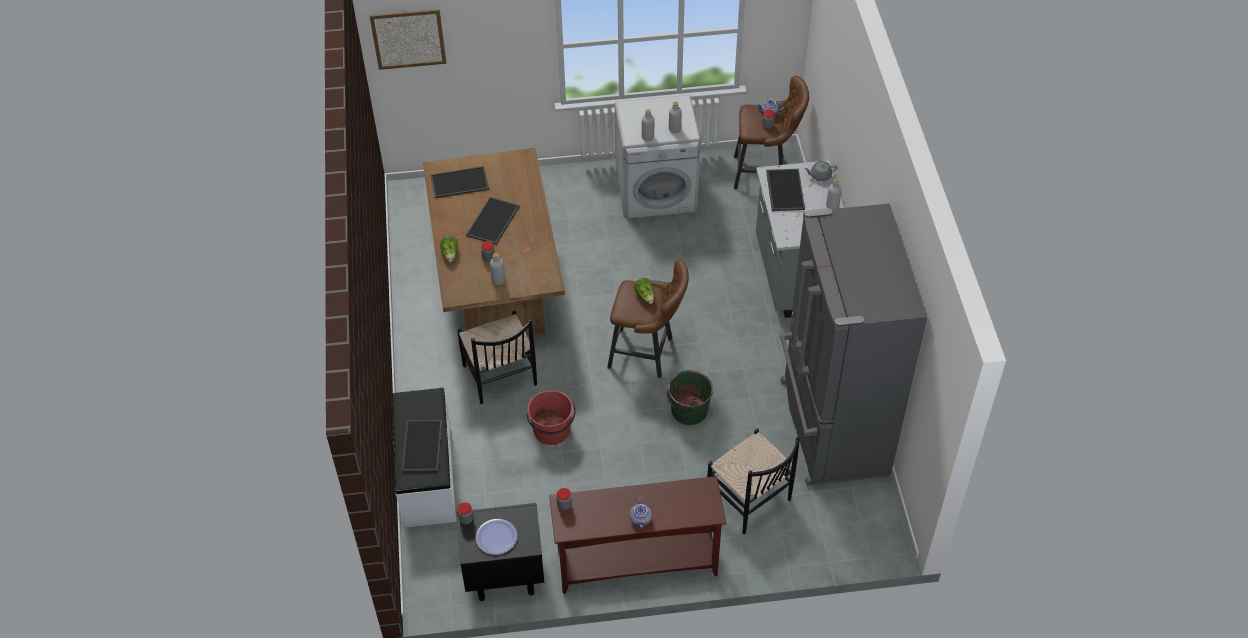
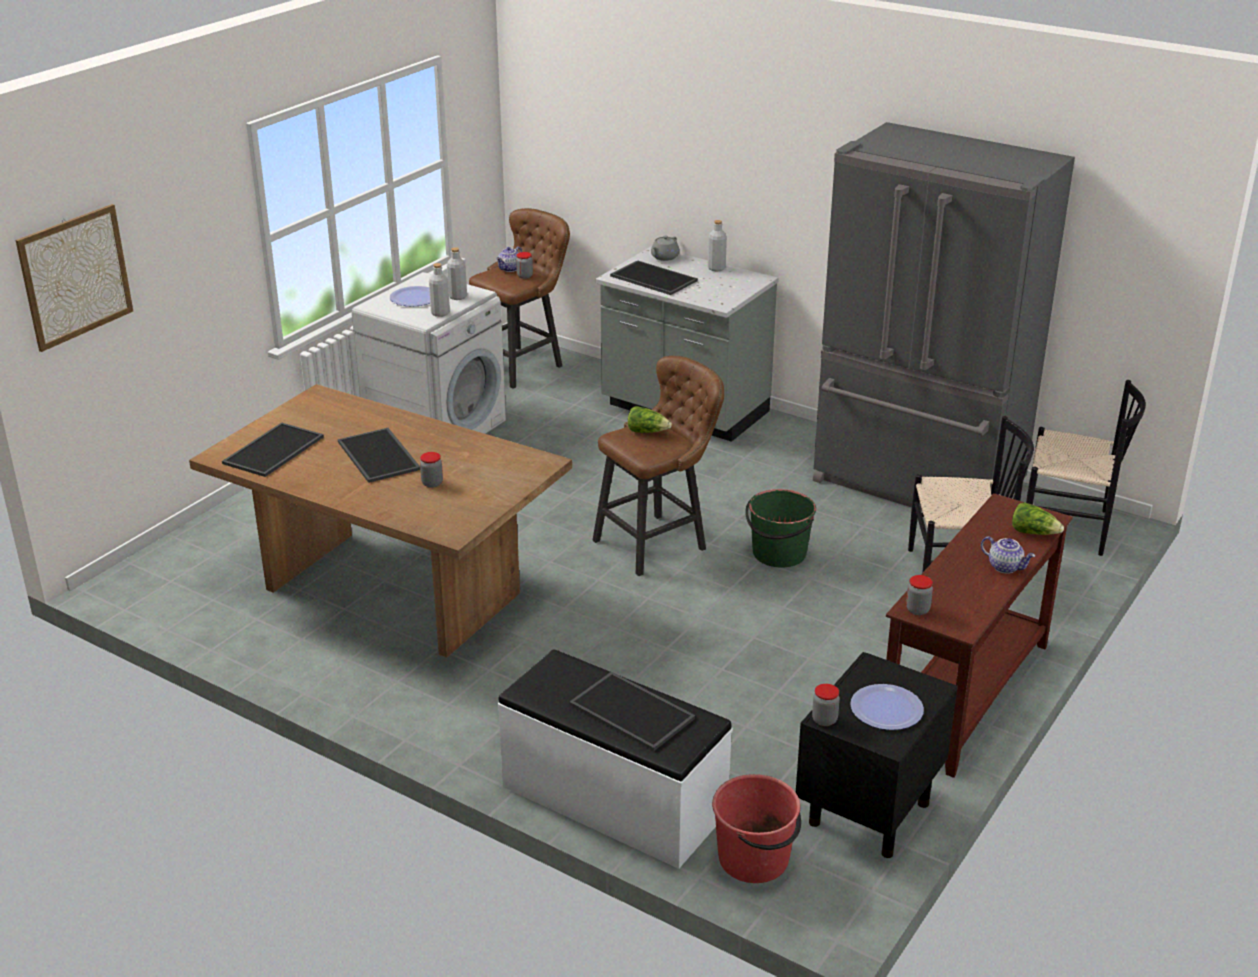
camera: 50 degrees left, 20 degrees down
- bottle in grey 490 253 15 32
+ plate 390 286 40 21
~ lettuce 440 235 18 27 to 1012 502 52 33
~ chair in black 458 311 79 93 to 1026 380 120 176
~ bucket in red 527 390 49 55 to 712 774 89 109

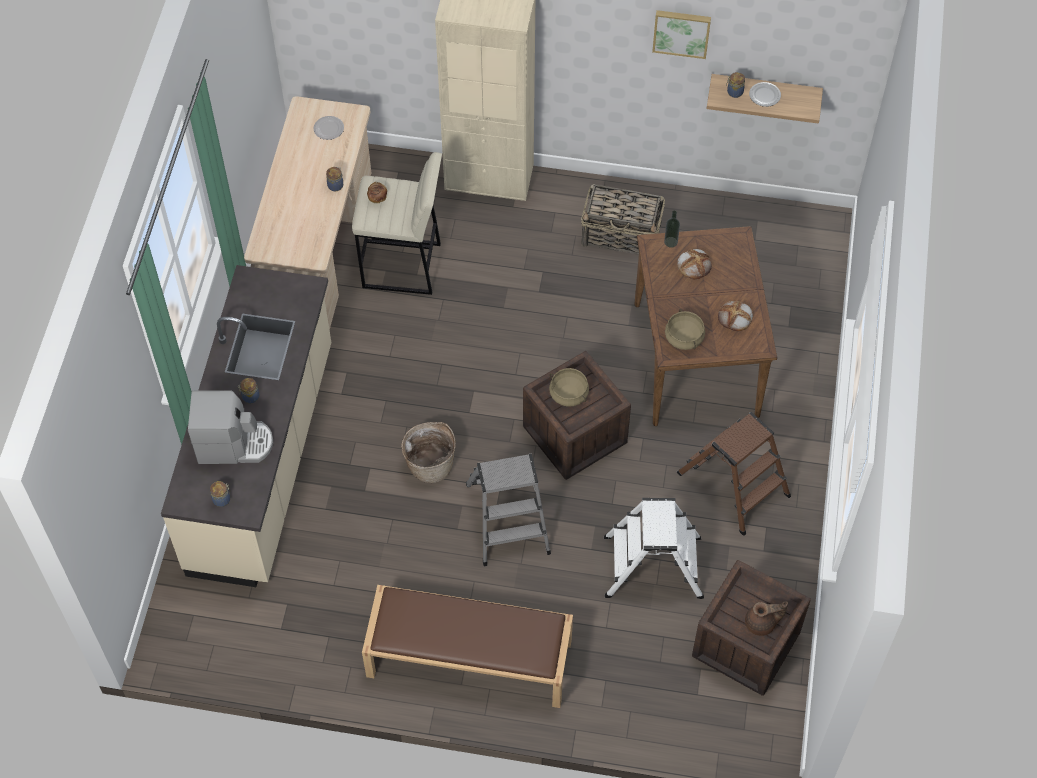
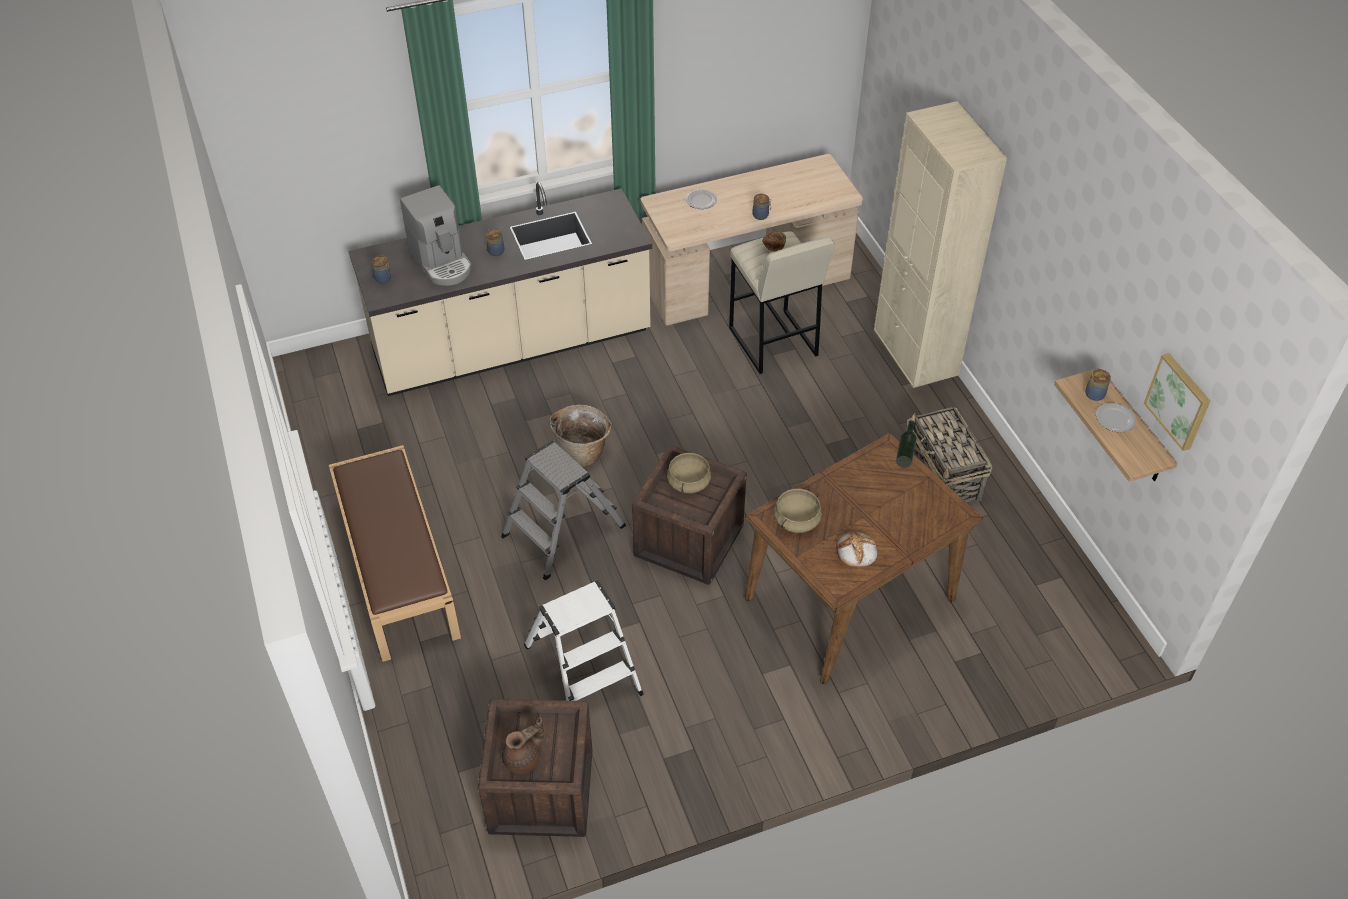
camera: 60 degrees right, 10 degrees down
- bread 677 249 35 31
- step ladder in brown 677 412 114 124
~ plate 314 116 30 24 to 686 189 31 20
~ picture 652 10 59 49 to 1144 353 66 98
~ teapot in brown 745 601 43 35 = 502 717 42 57 90 degrees counterclockwise

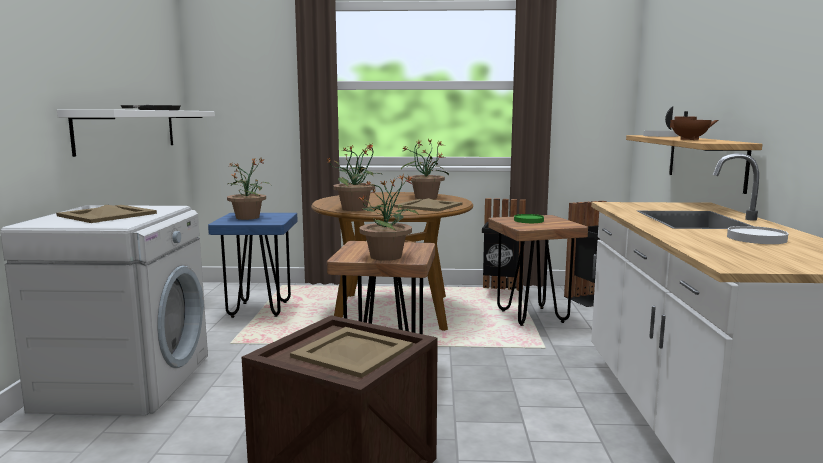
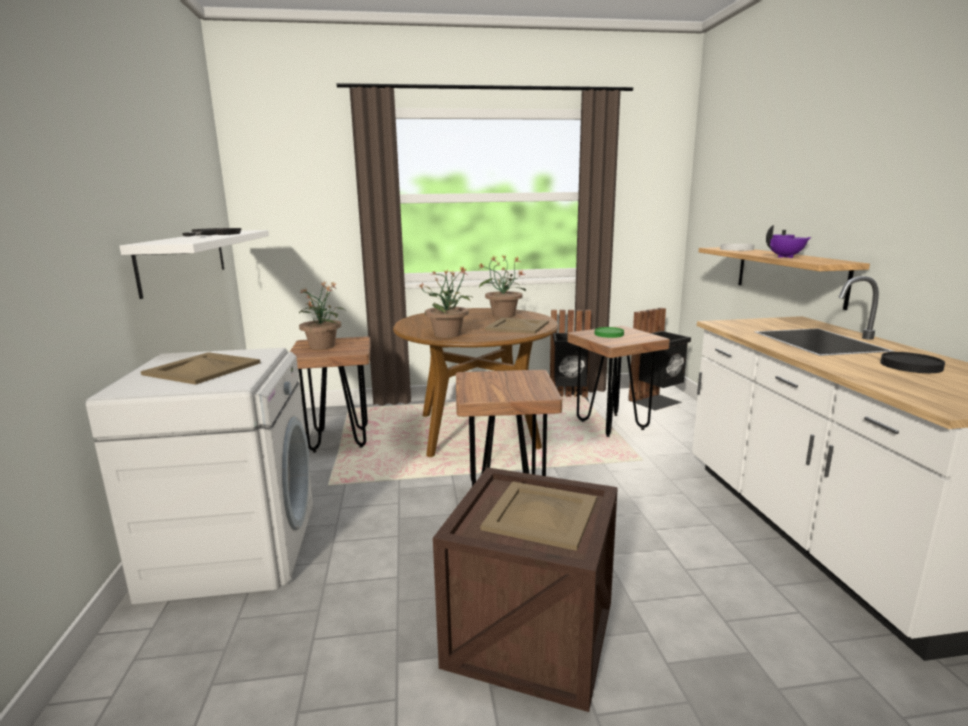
camera: 10 degrees left, 5 degrees up
- potted plant 360 174 59 87
~ stool in blue 208 213 90 105 to stool in brown 290 336 81 117
~ teapot in brown 665 106 54 34 to teapot in purple 766 225 45 33
~ plate in white 727 226 61 18 to plate in black 880 352 65 21

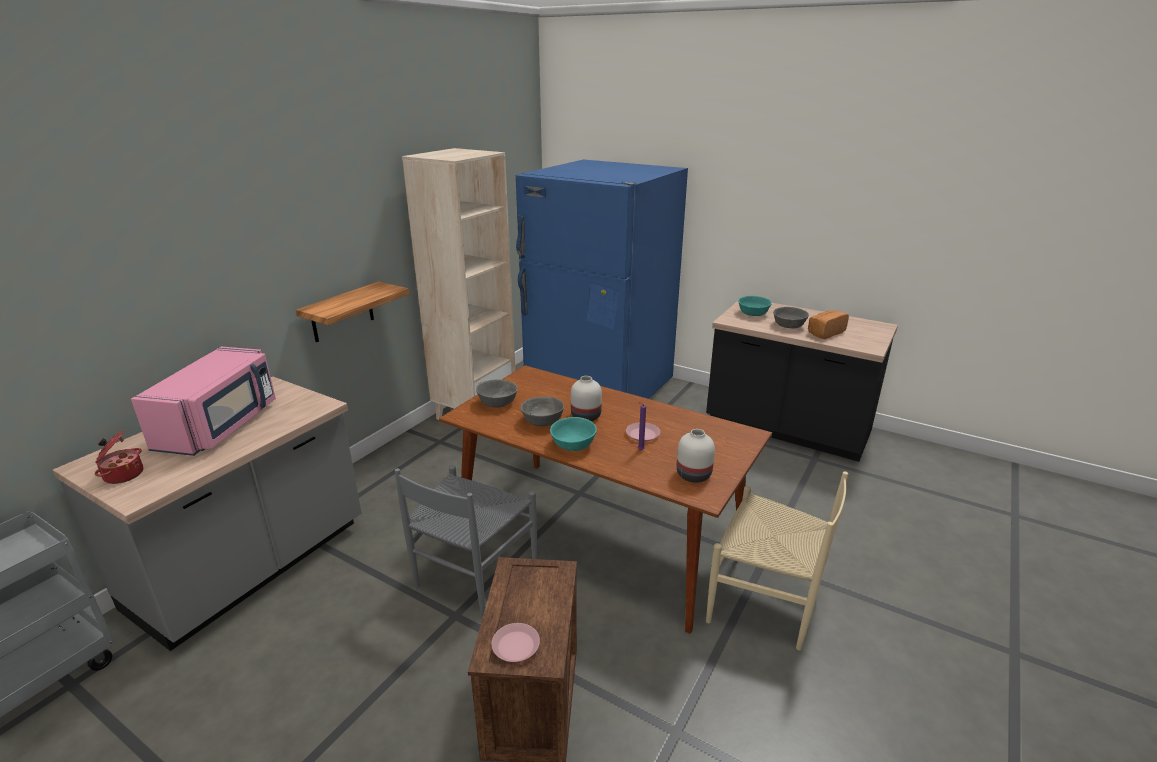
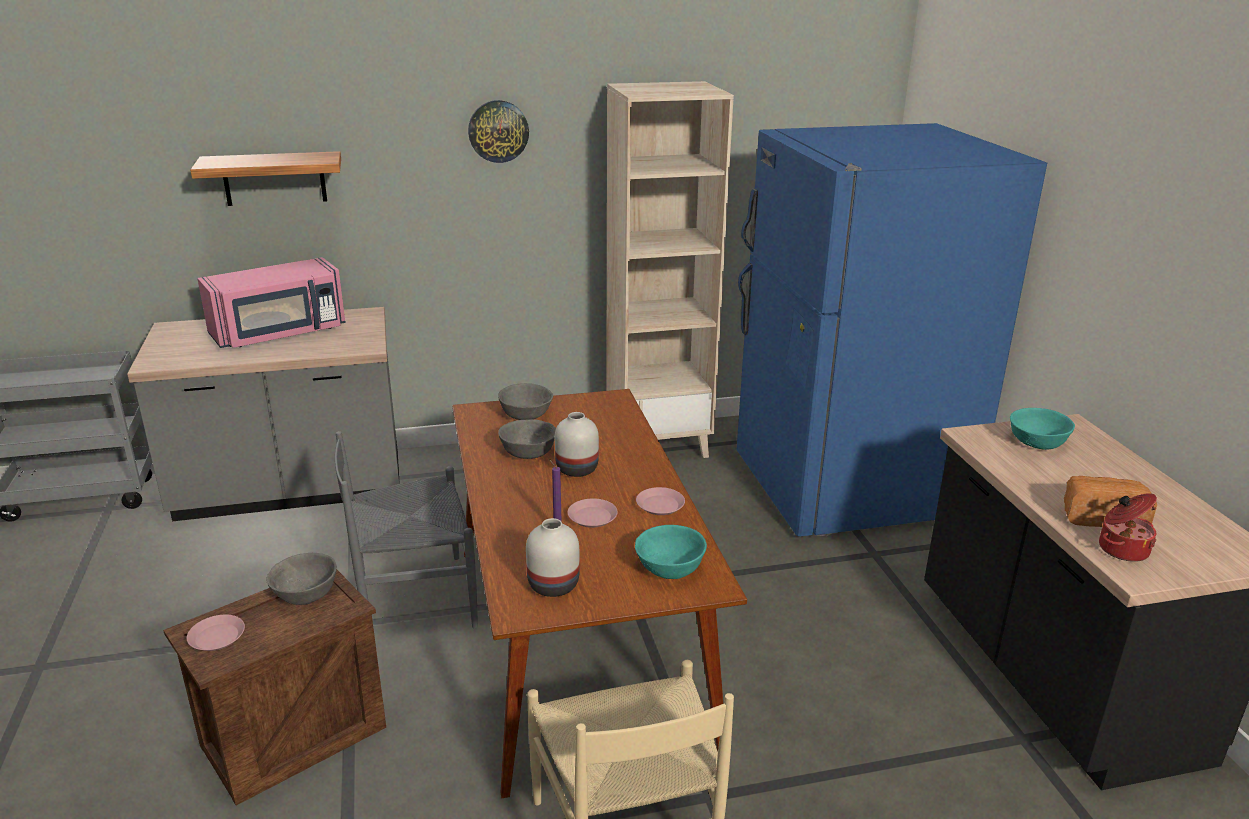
camera: 45 degrees right, 0 degrees up
+ wall clock 468 100 61 63
+ plate in pink 636 487 49 28
~ cooking pot 94 430 49 54 to 1099 493 58 69
~ shelf 296 281 113 61 to 190 151 151 55
~ bowl in turquoise 550 417 47 34 to 635 525 72 54
~ bowl in grey 773 307 36 21 to 266 553 71 52

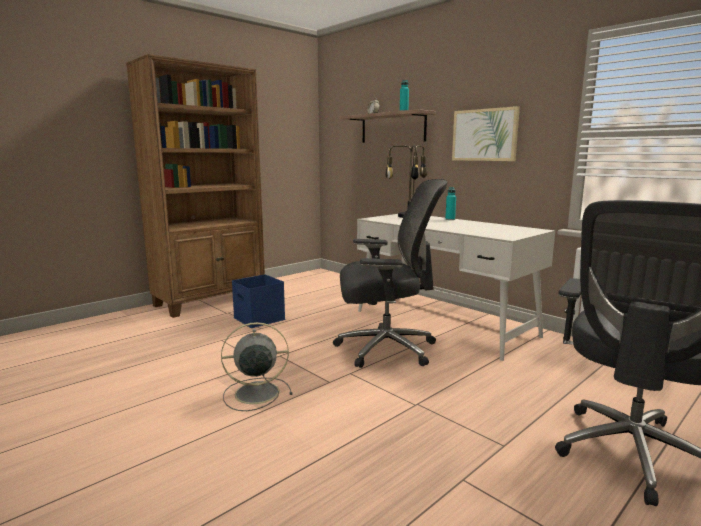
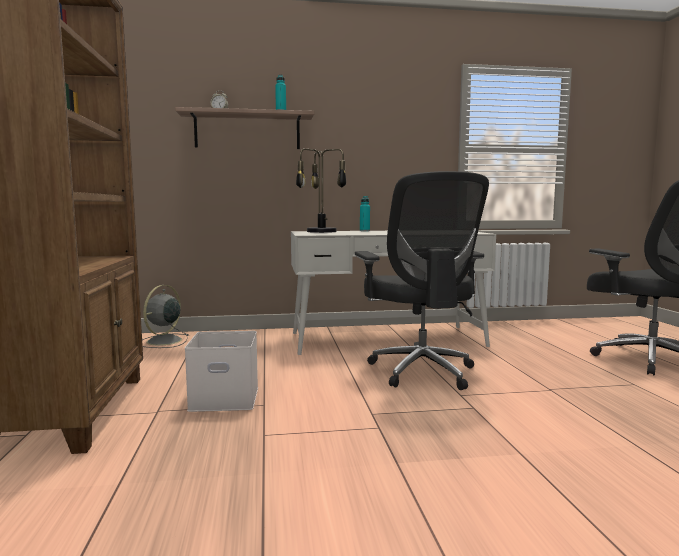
camera: 55 degrees left, 5 degrees down
- picture 452 106 68 55
~ fan in grey 221 322 72 89 to 142 285 47 63
~ storage box in blue 232 275 53 53 to storage box in white 185 331 73 81
~ office chair 333 179 114 189 = 355 171 134 219 135 degrees clockwise

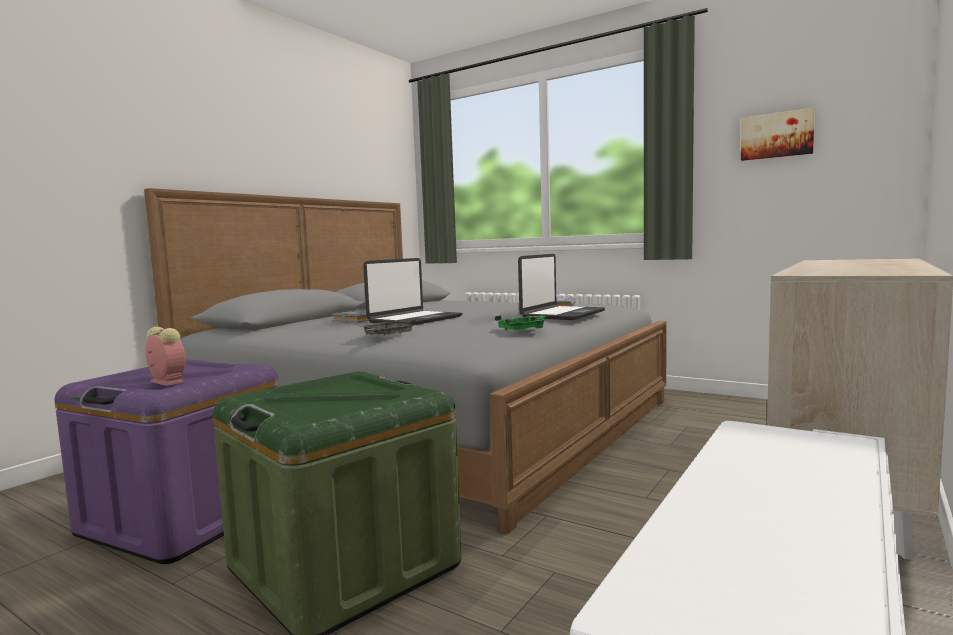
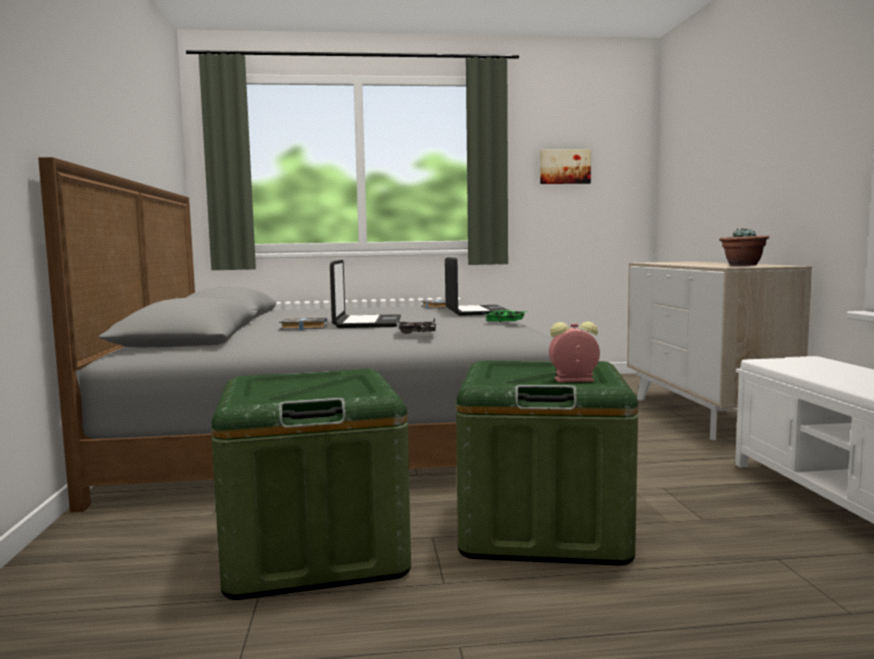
camera: 40 degrees left, 0 degrees up
+ potted plant 719 228 50 38
~ alarm clock 145 327 41 59 to 549 322 51 61
~ storage box in purple 55 359 224 205 to storage box in green 211 369 200 231

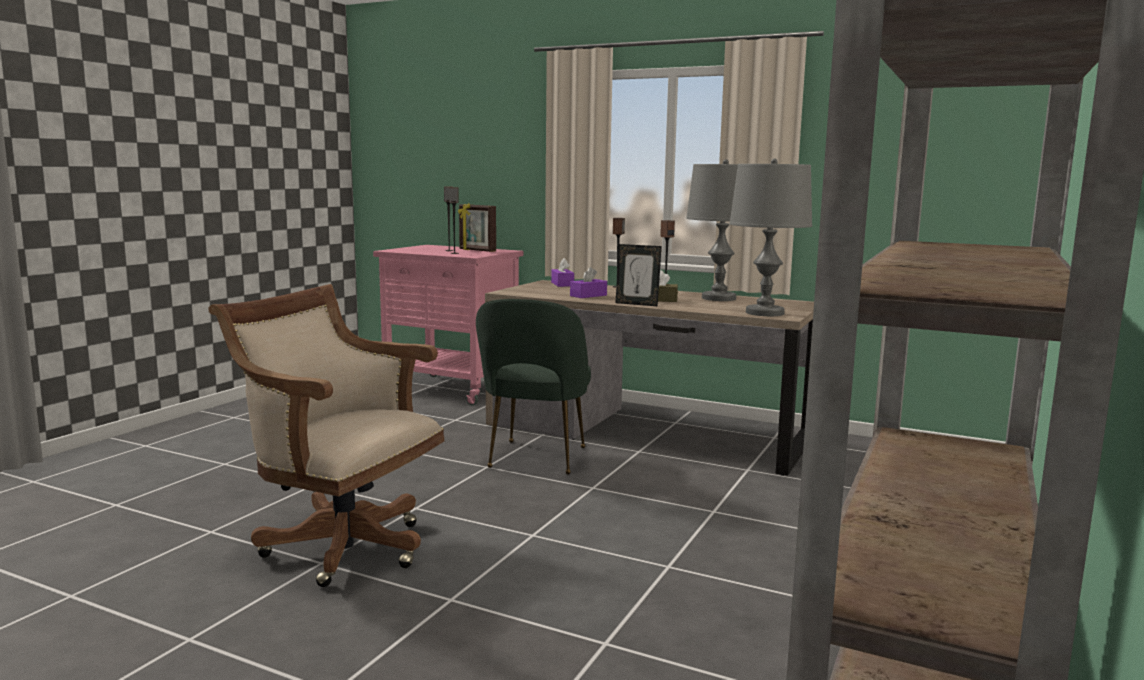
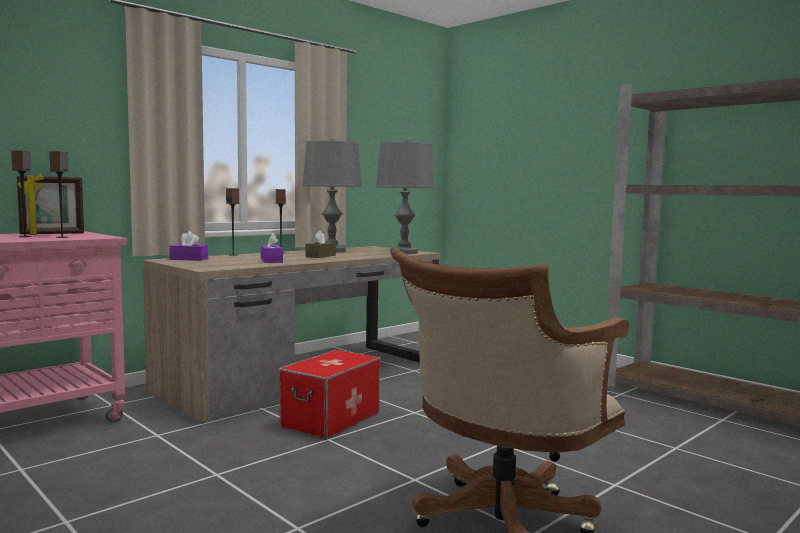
camera: 70 degrees left, 5 degrees down
- picture frame 615 244 47 62
~ chair in green 476 299 115 175 to storage box 279 350 102 90

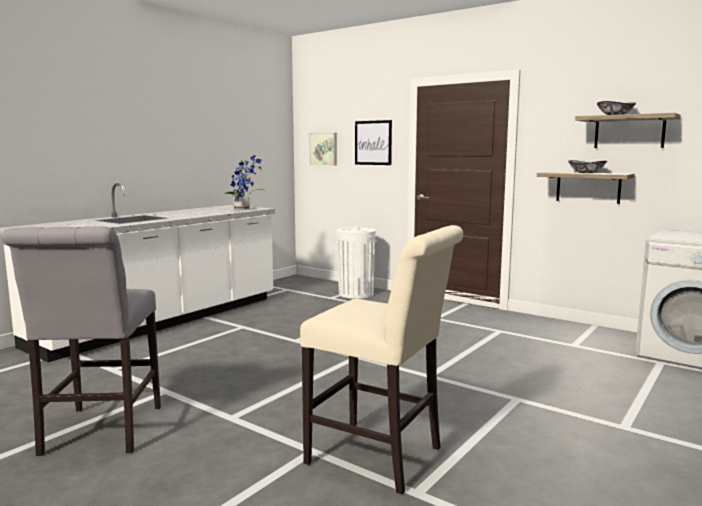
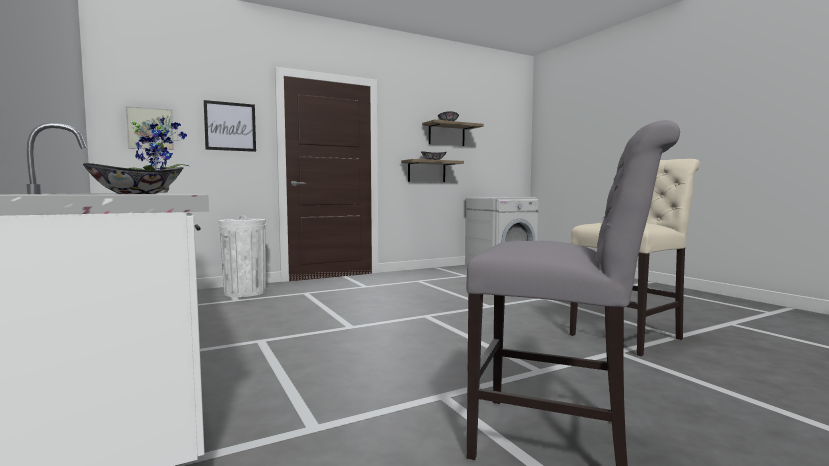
camera: 65 degrees left, 5 degrees down
+ bowl 83 163 101 31

